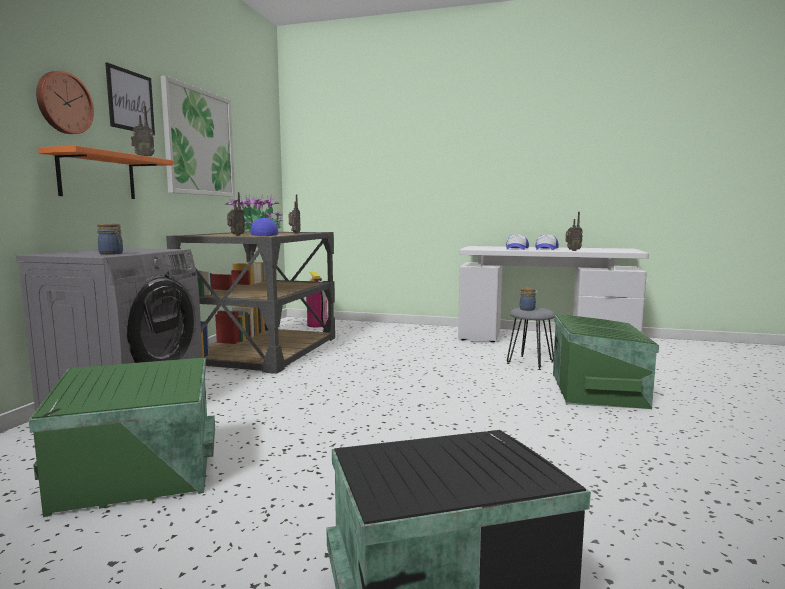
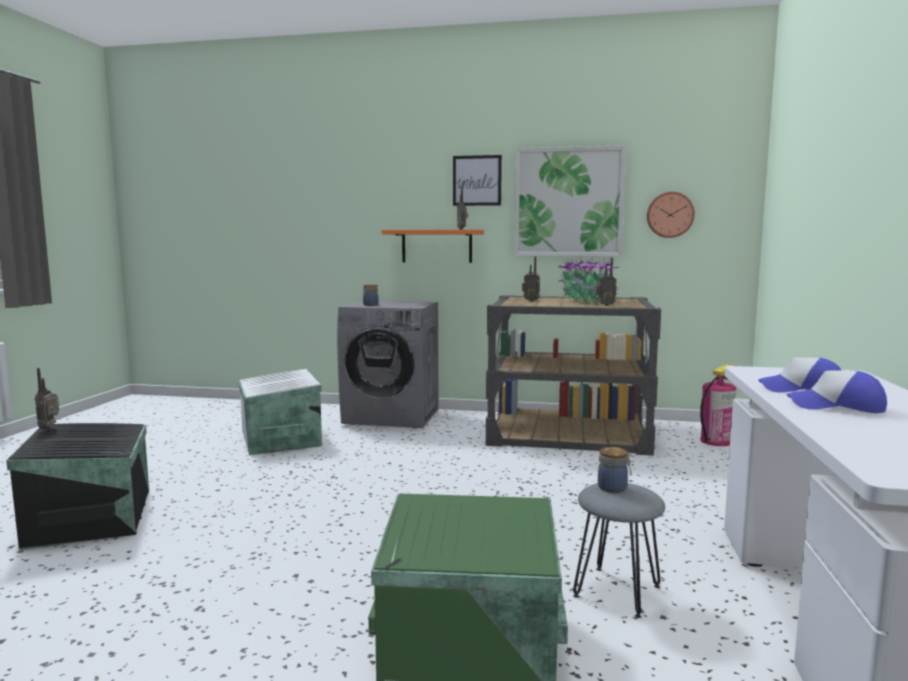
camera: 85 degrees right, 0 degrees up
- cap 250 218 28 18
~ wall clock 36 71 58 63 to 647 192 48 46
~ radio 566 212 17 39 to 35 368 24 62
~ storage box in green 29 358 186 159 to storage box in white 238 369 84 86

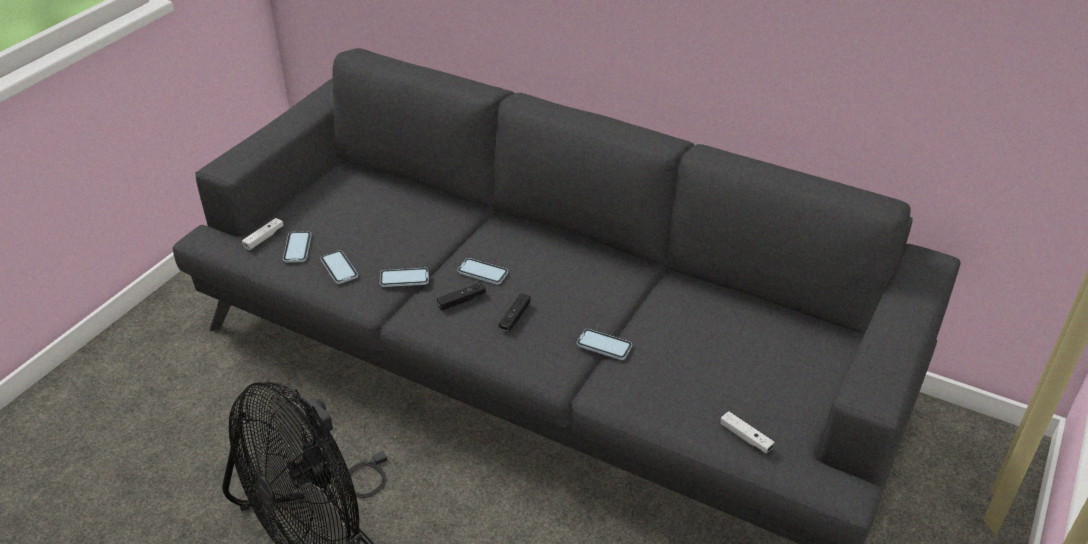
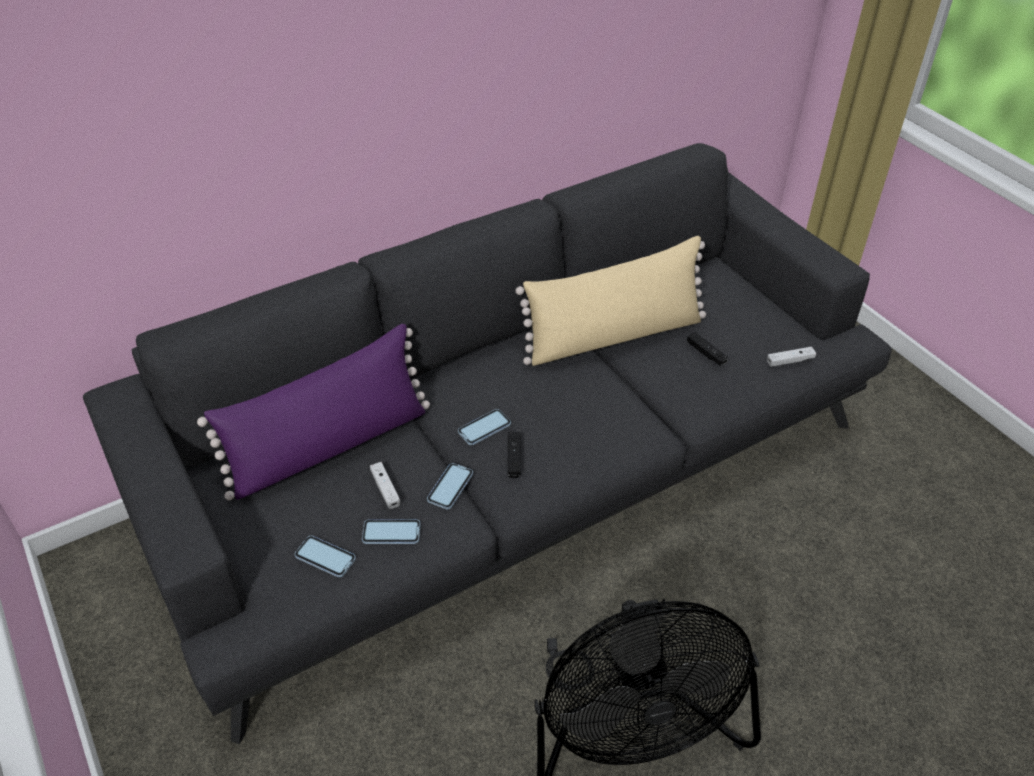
camera: 60 degrees left, 5 degrees up
- phone 577 329 55 31
+ pillow in purple 197 324 233 176
+ pillow in beige 515 236 191 130
~ game controller in white 242 218 42 32 to 370 462 30 47
~ game controller in black 499 293 32 38 to 687 332 41 34

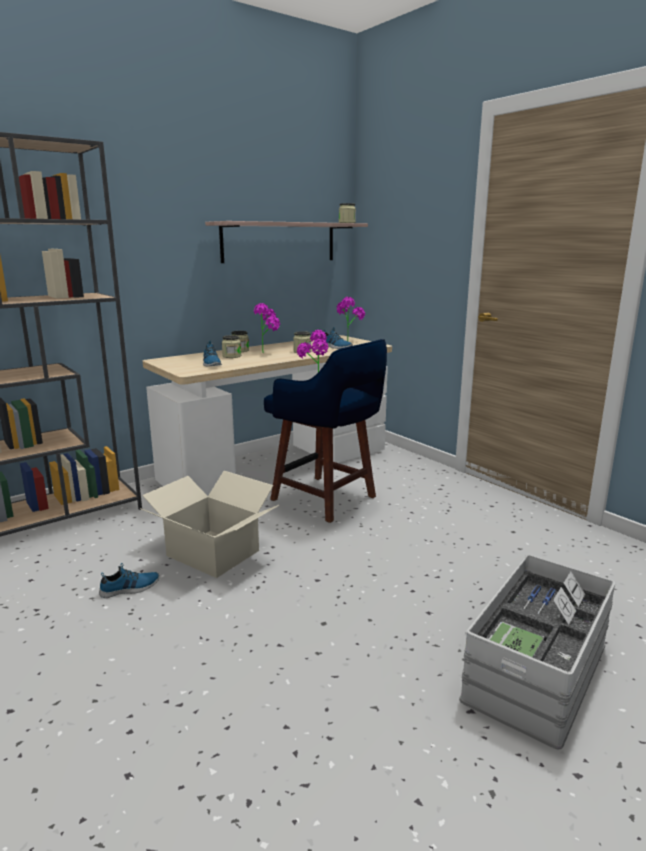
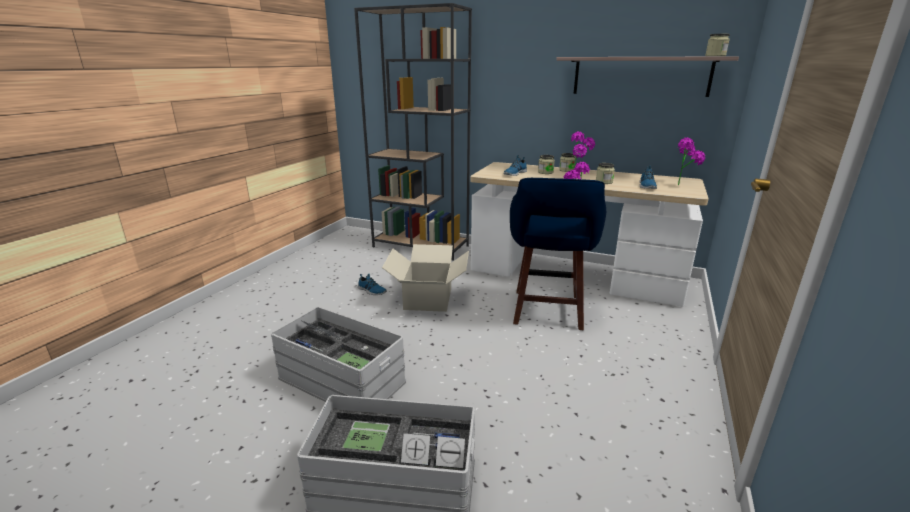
camera: 60 degrees right, 5 degrees up
+ storage box in grey 271 307 135 95

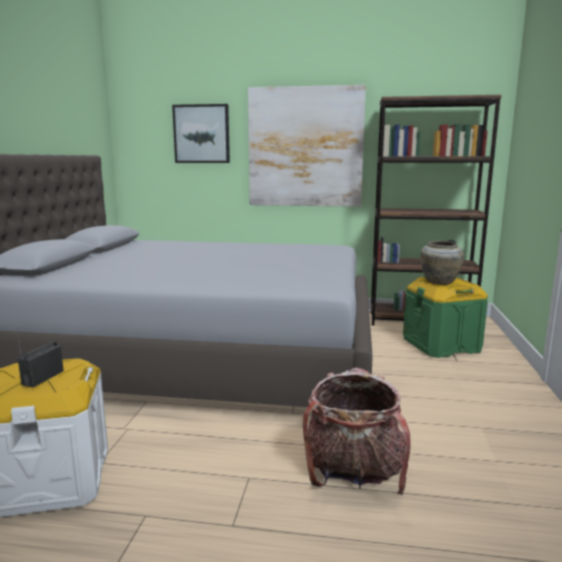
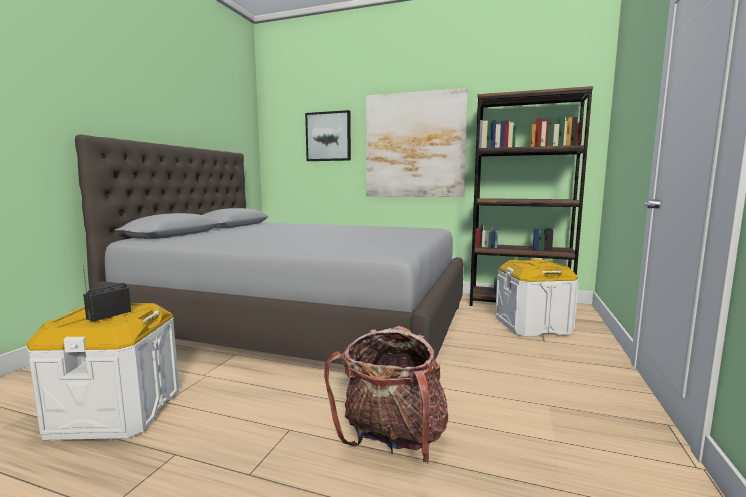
camera: 10 degrees right, 5 degrees down
- vase in beige 420 241 44 44
~ storage box in green 403 277 85 81 to storage box in white 495 259 83 78

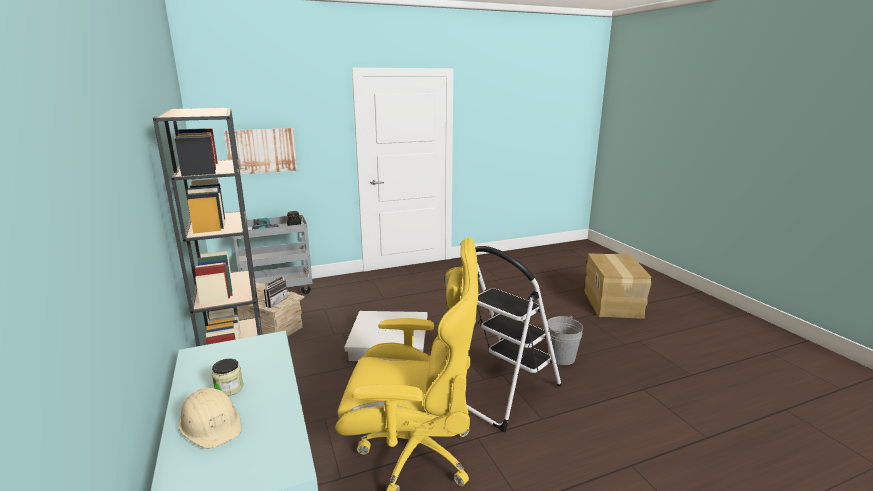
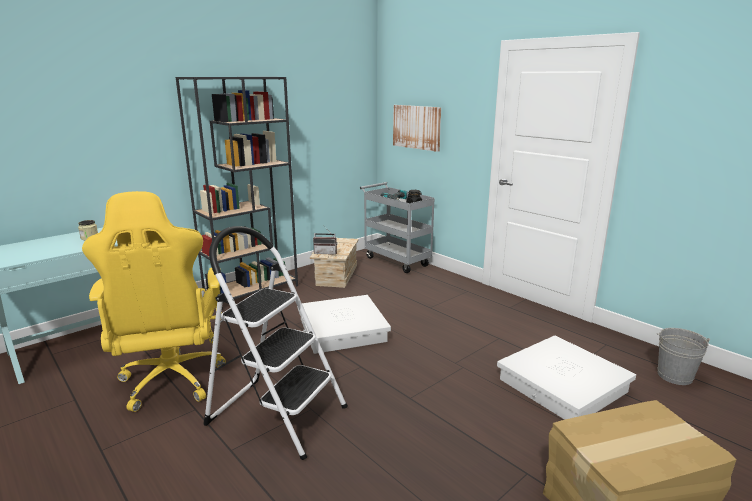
camera: 70 degrees right, 0 degrees up
- hard hat in beige 179 388 63 61
+ storage box in white 497 335 139 85
~ bucket in grey 547 316 36 49 to 657 328 53 57

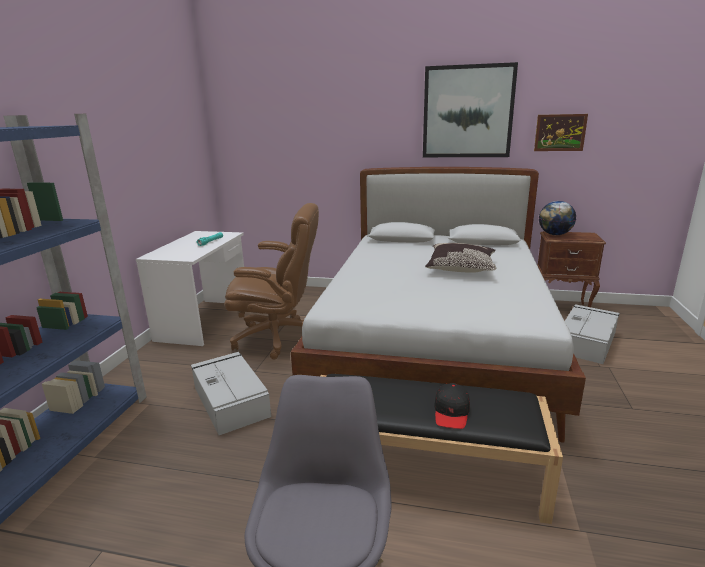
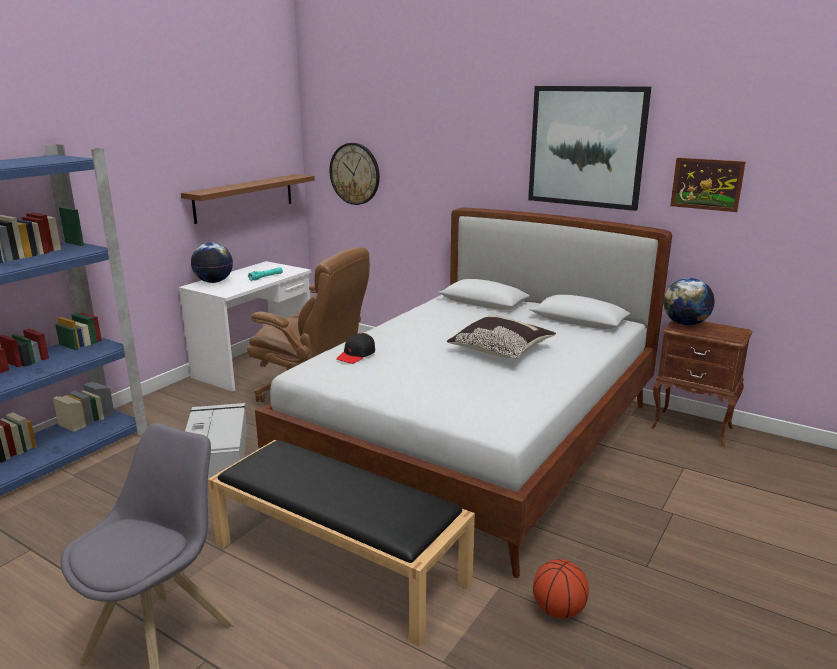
camera: 20 degrees right, 0 degrees up
- storage box in grey 565 304 55 60
+ shelf in brown 181 174 134 50
+ globe 191 242 42 41
+ wall clock 329 143 51 62
+ basketball 533 559 56 60
~ cap in black 434 383 36 46 to 336 333 39 31

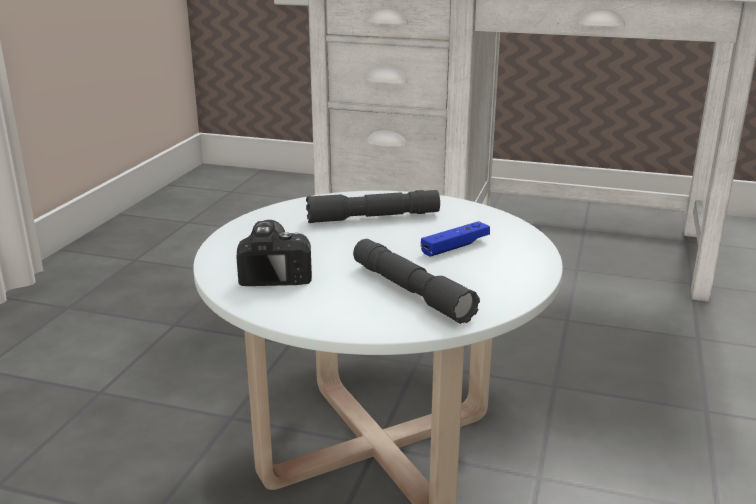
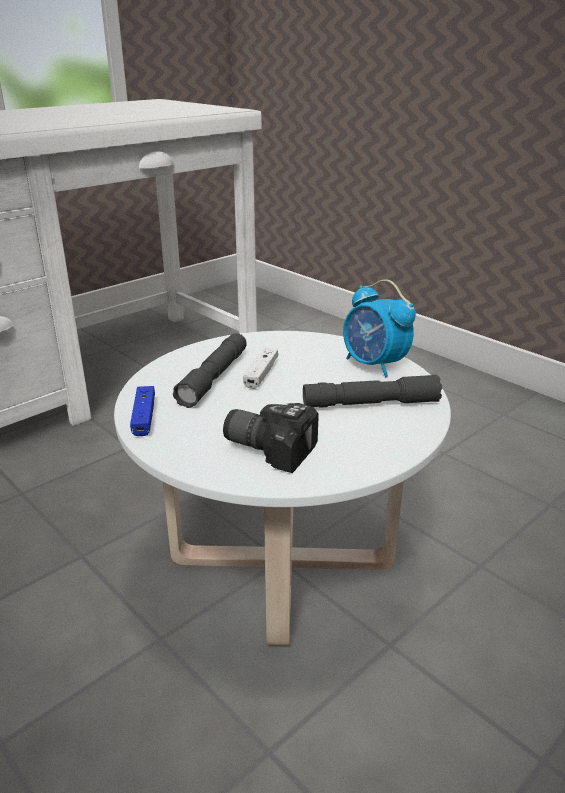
camera: 60 degrees left, 5 degrees up
+ game controller in white 243 348 35 41
+ alarm clock 343 279 73 98
~ game controller in blue 421 221 69 36 to 130 386 25 50

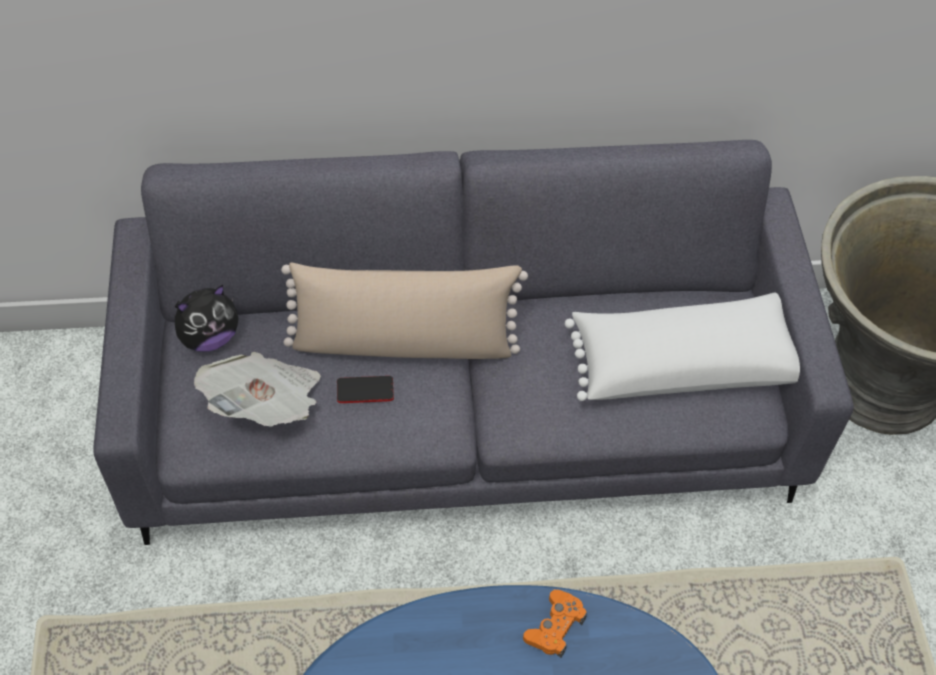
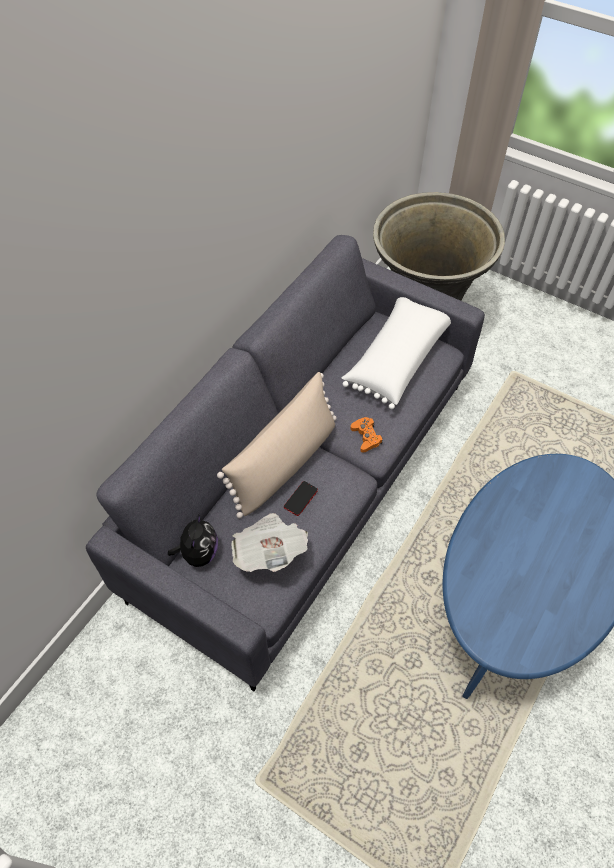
camera: 50 degrees left, 0 degrees up
~ game controller in orange 523 590 64 68 to 350 417 33 36

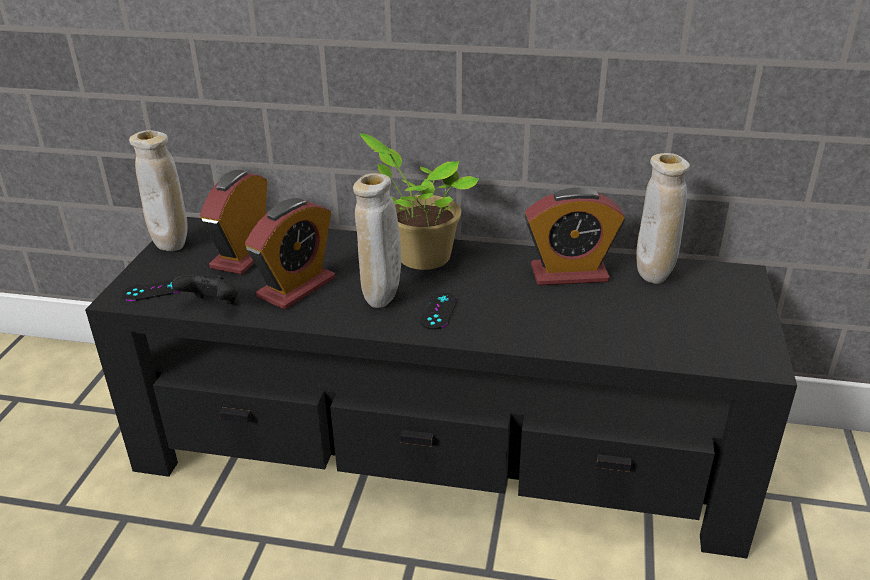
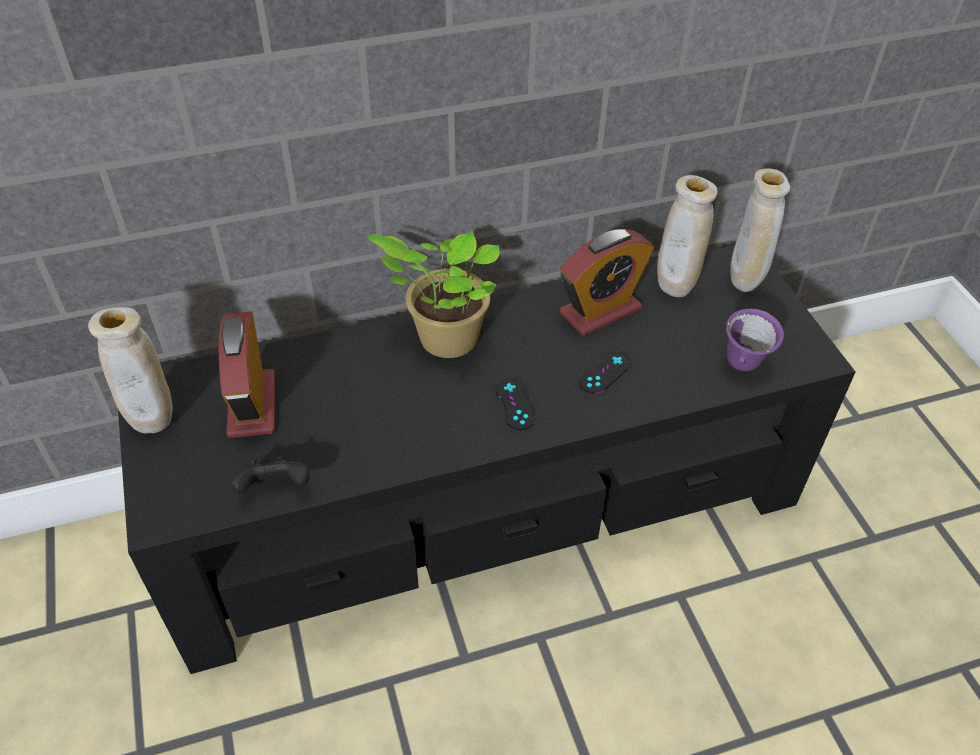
camera: 30 degrees left, 15 degrees up
- alarm clock 245 198 90 112
+ mug in purple 726 309 58 62
~ game controller in black 122 279 58 22 to 579 351 52 43
~ vase in beige 353 173 48 135 to 730 168 60 124

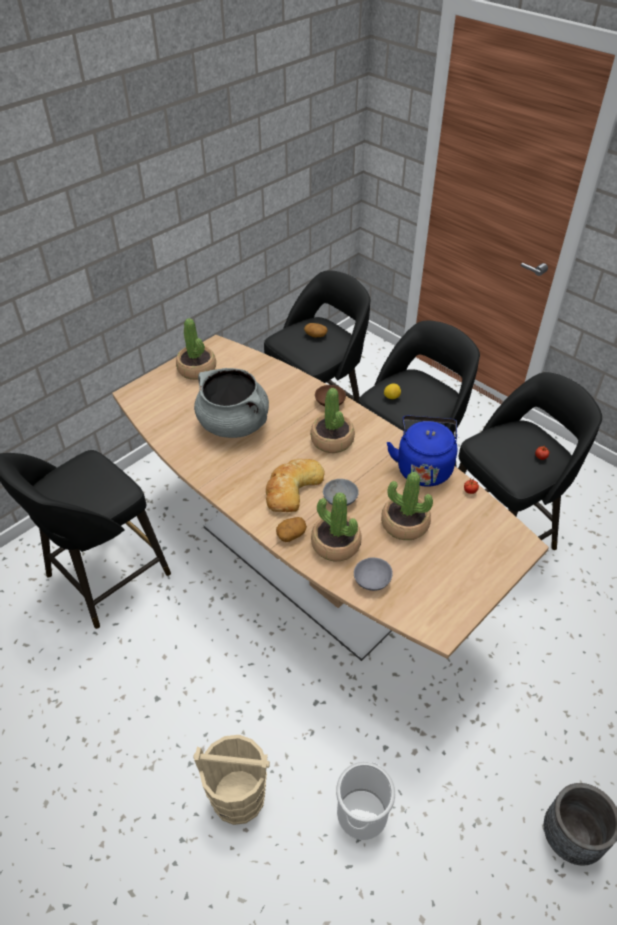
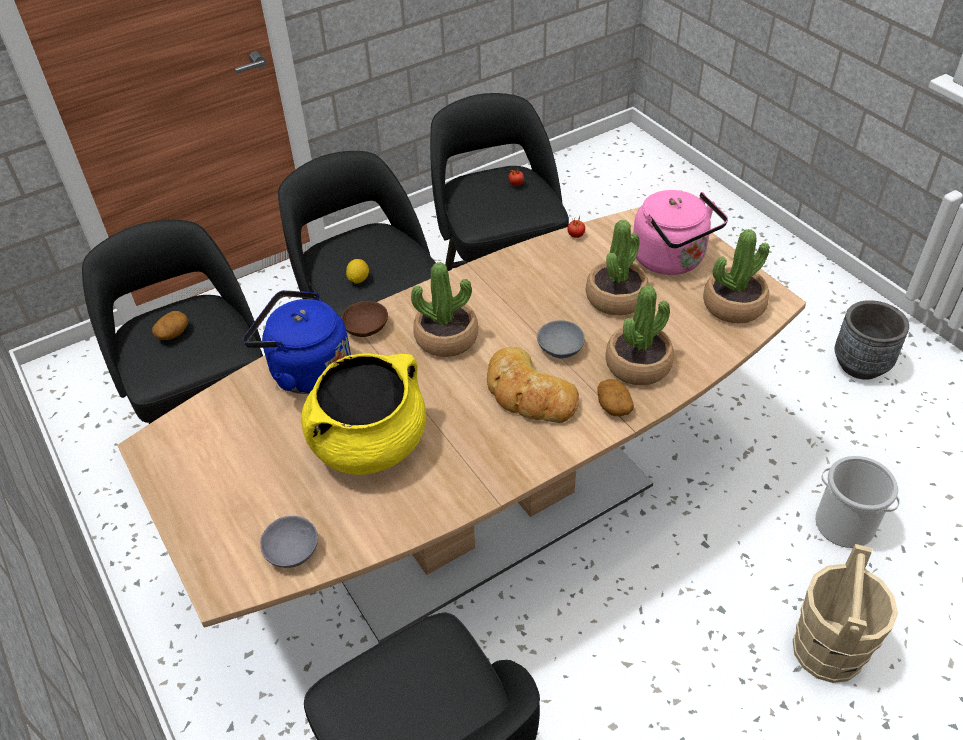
camera: 75 degrees left, 0 degrees up
+ kettle in pink 633 190 95 85
~ potted plant 176 318 40 62 to 703 229 67 94
~ bowl in grey 354 557 39 34 to 260 516 58 52
~ kettle in blue 387 416 71 71 to 243 290 108 104
~ cooking pot in grey 194 368 75 70 to cooking pot in yellow 301 353 125 122

